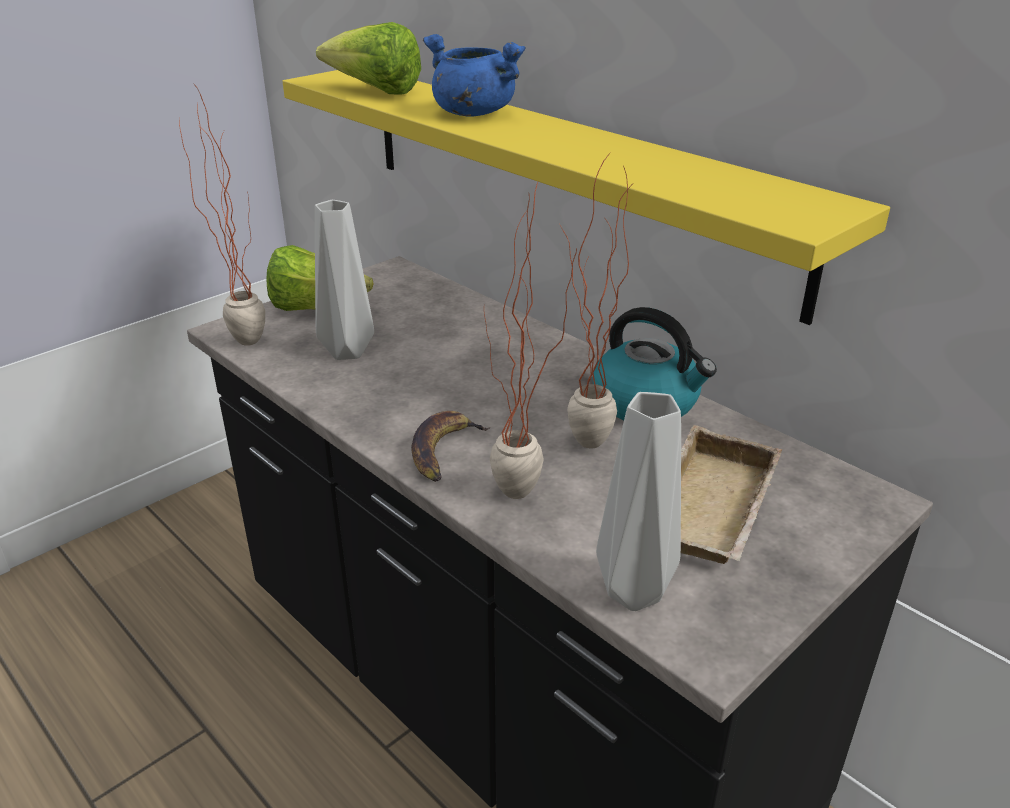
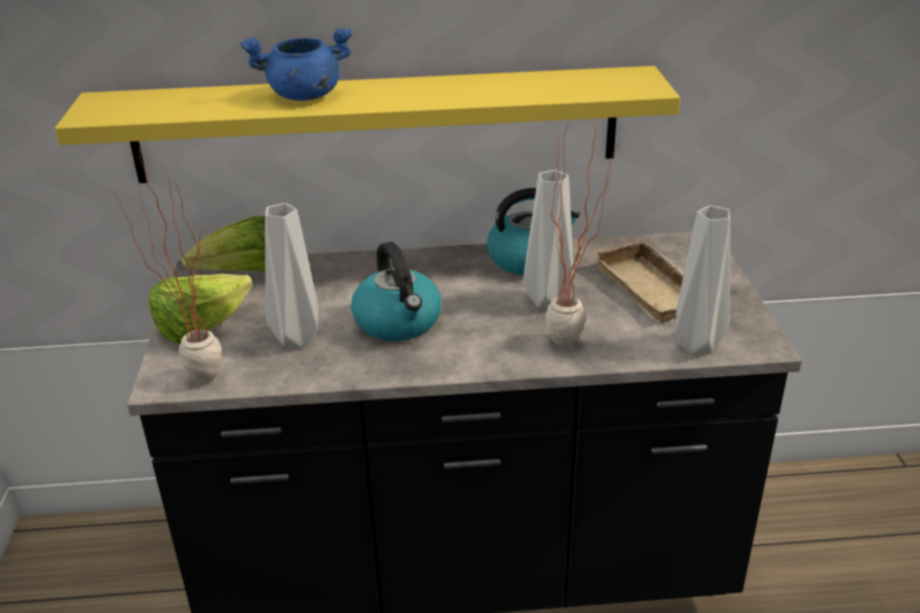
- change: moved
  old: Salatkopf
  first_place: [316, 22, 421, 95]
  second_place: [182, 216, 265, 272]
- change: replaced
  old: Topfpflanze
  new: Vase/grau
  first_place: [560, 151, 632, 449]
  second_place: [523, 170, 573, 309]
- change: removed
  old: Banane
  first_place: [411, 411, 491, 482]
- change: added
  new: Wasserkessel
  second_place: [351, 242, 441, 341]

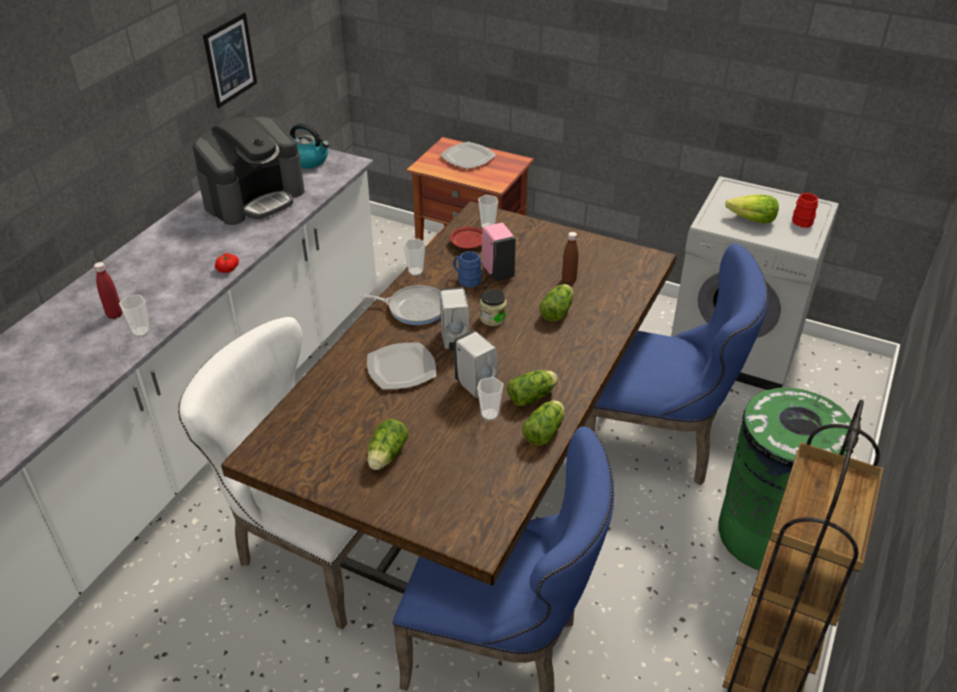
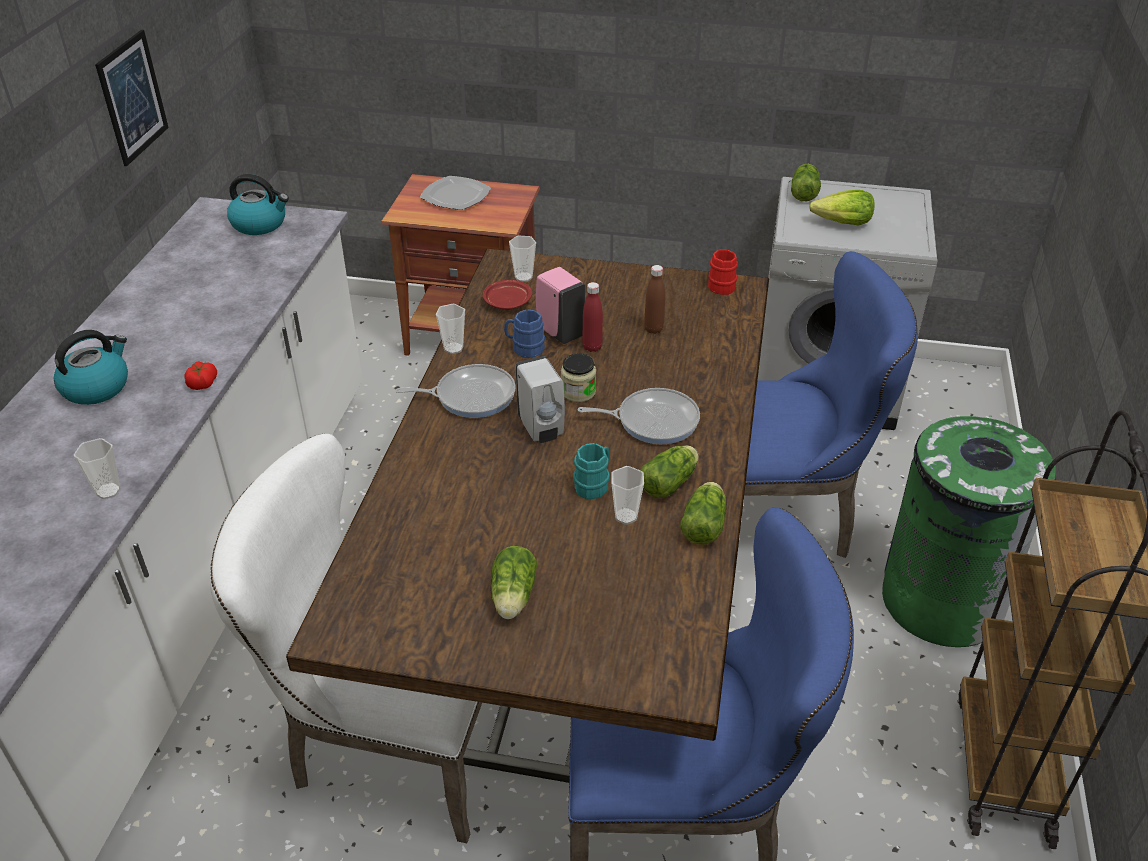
- change: removed
  old: Kaffeemaschine
  first_place: [193, 116, 305, 225]
- change: moved
  old: Henkelbecher/rot
  first_place: [792, 193, 818, 228]
  second_place: [708, 250, 738, 295]
- change: moved
  old: Flasche/rot
  first_place: [94, 262, 123, 319]
  second_place: [582, 282, 603, 352]
- change: moved
  old: Salatkopf
  first_place: [540, 284, 573, 322]
  second_place: [791, 164, 821, 201]
- change: replaced
  old: Seifenspender/weiß
  new: Henkelbecher/türkis
  first_place: [454, 330, 498, 398]
  second_place: [573, 443, 610, 499]
- change: removed
  old: Teller
  first_place: [367, 342, 436, 389]
- change: added
  new: Wasserkessel
  second_place: [54, 330, 128, 405]
- change: added
  new: Pfanne
  second_place: [577, 388, 700, 444]

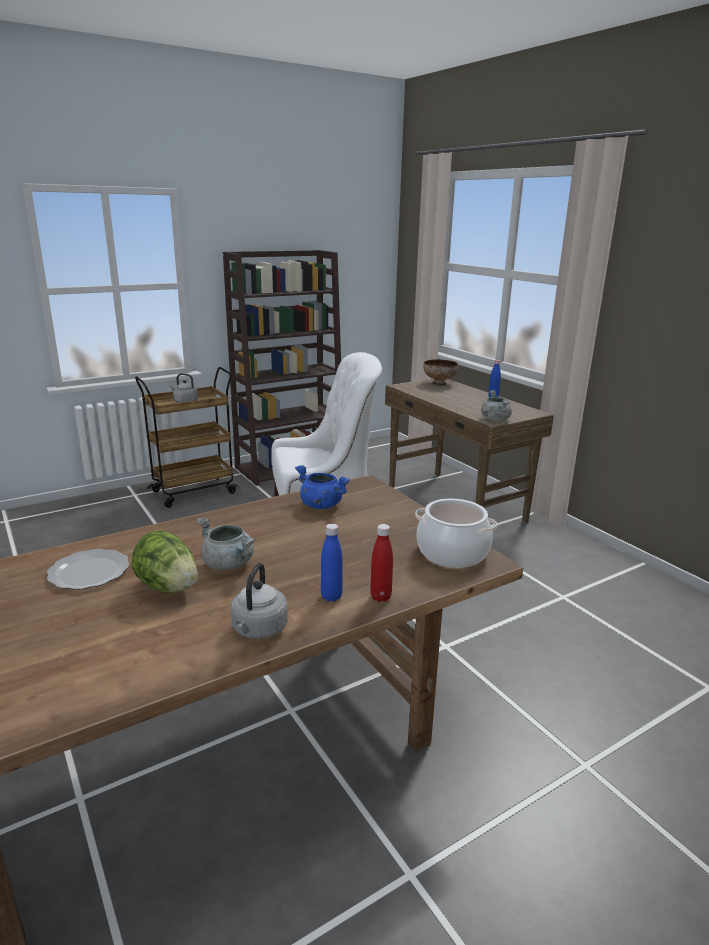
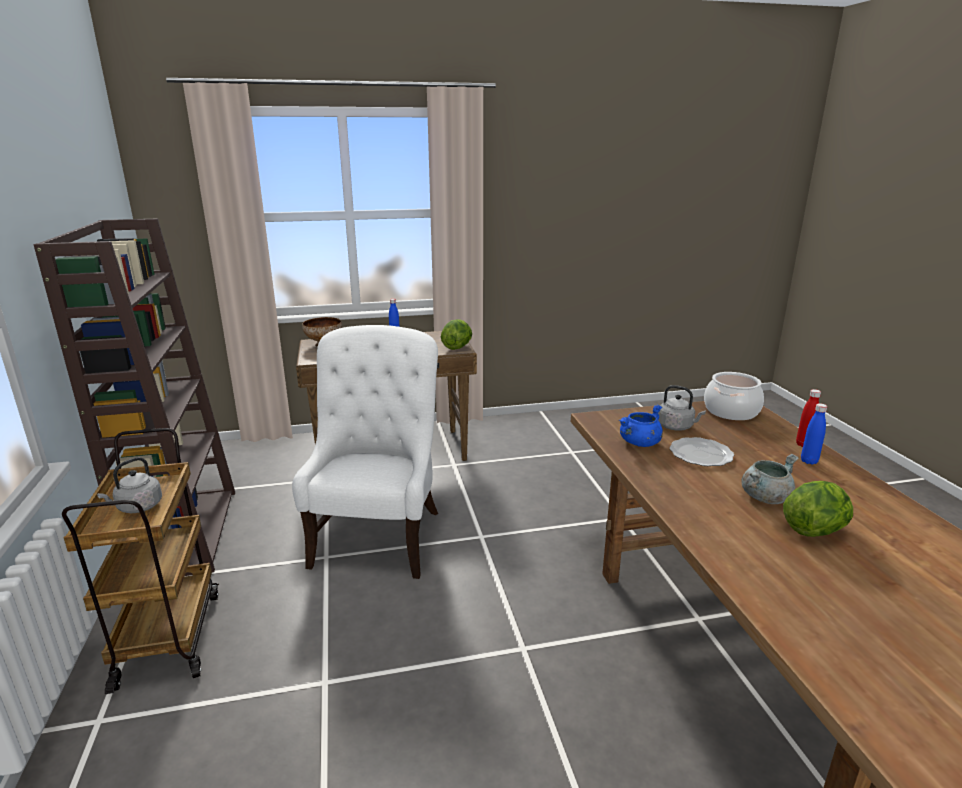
- change: replaced
  old: Kochtopf/grau
  new: Salatkopf
  first_place: [481, 390, 512, 421]
  second_place: [441, 319, 472, 350]
- change: moved
  old: Teller
  first_place: [47, 549, 129, 590]
  second_place: [670, 437, 734, 466]
- change: moved
  old: Wasserkessel/grau
  first_place: [231, 563, 288, 639]
  second_place: [658, 385, 706, 431]

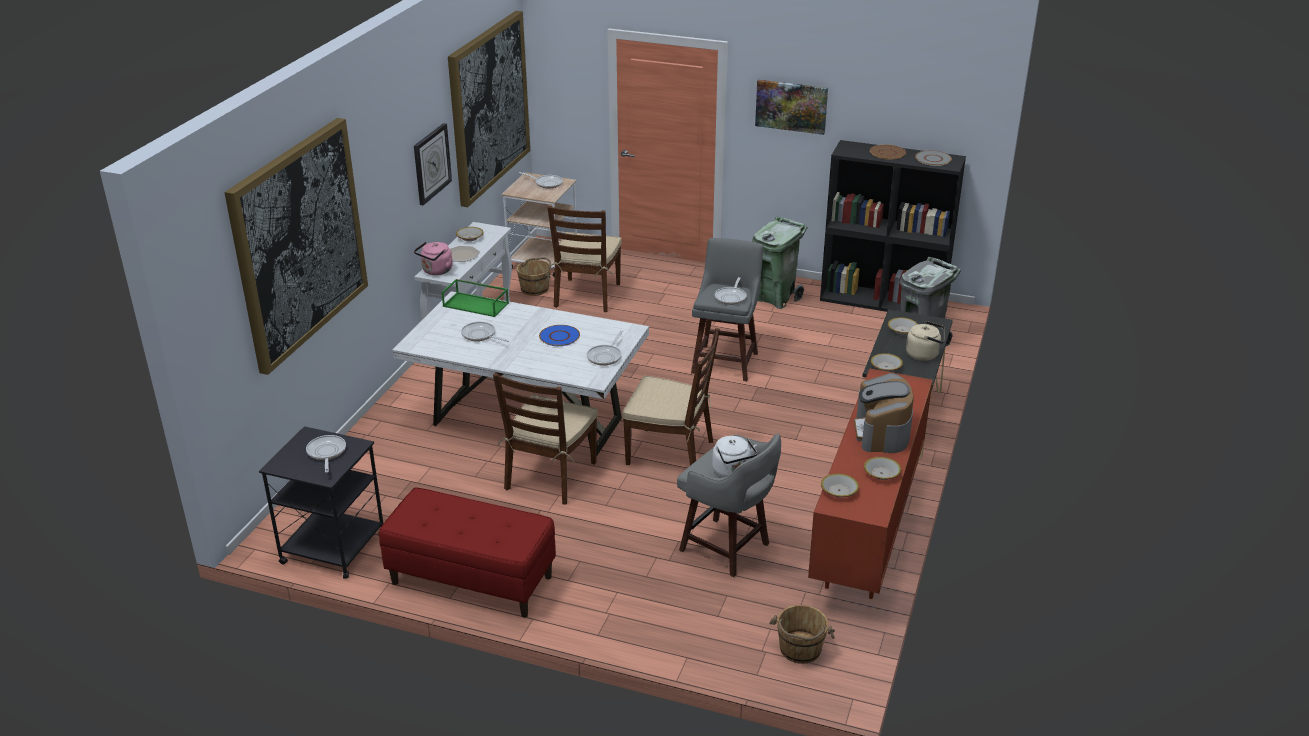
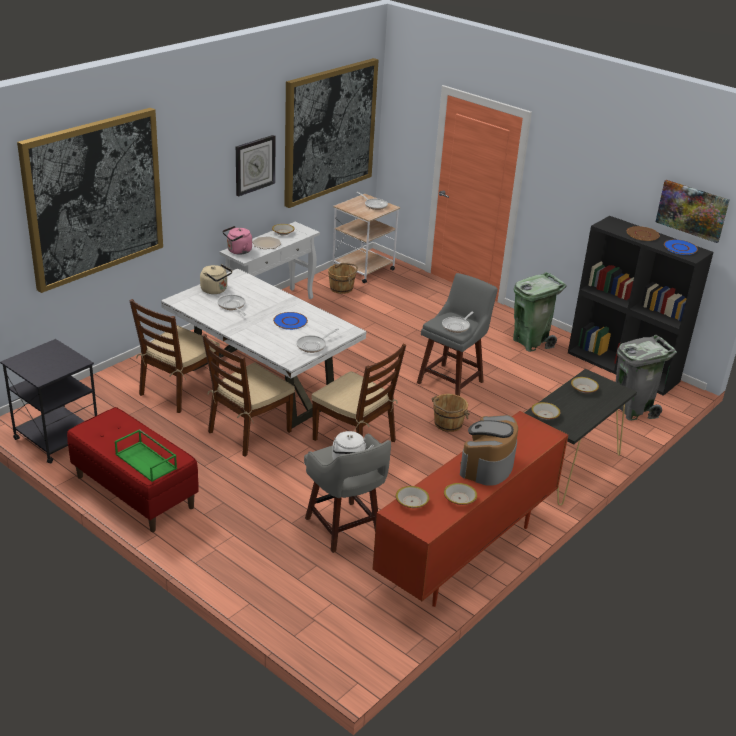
- change: moved
  old: Bild
  first_place: [755, 80, 828, 135]
  second_place: [656, 180, 729, 243]
- change: recoloured
  old: Teller/grau
  new: Teller/blau
  first_place: [915, 150, 952, 166]
  second_place: [664, 239, 698, 255]
- change: moved
  old: Stuhl/braun
  first_place: [547, 206, 622, 312]
  second_place: [129, 299, 220, 413]
- change: moved
  old: Tablett/grün
  first_place: [442, 279, 509, 317]
  second_place: [115, 429, 177, 482]
- change: moved
  old: Wasserkessel/beige
  first_place: [906, 321, 945, 361]
  second_place: [200, 264, 232, 294]
- change: removed
  old: Pfanne
  first_place: [306, 435, 346, 473]
- change: moved
  old: Eimer/braun
  first_place: [769, 605, 835, 664]
  second_place: [432, 394, 470, 432]

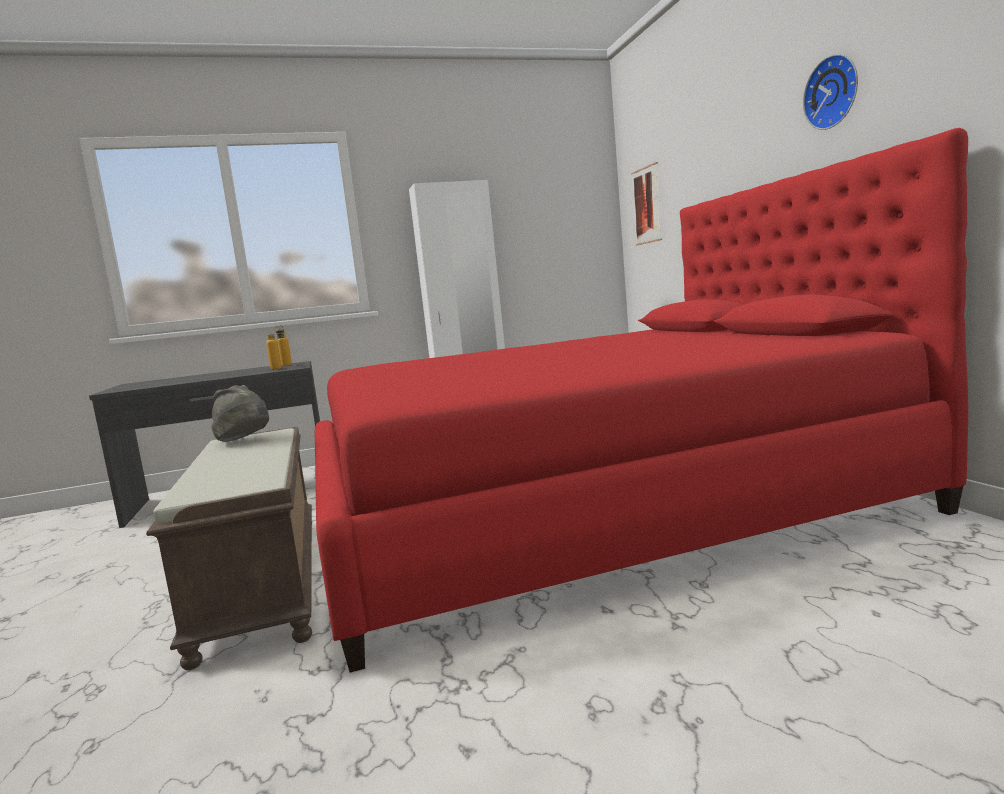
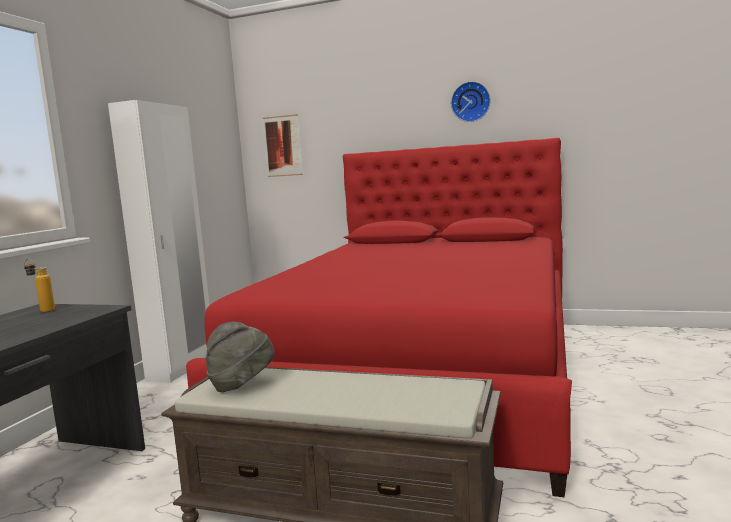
- change: removed
  old: Flasche
  first_place: [266, 325, 284, 370]

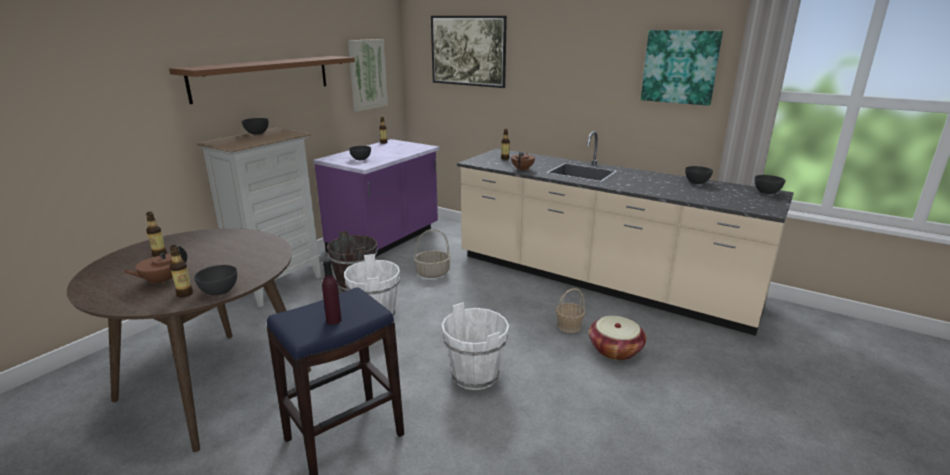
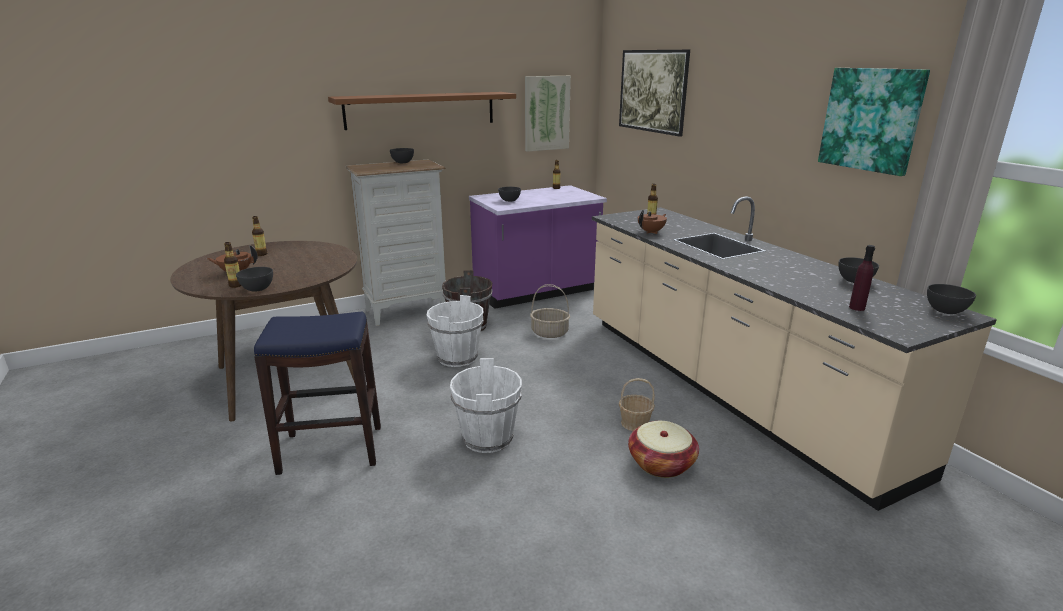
- change: moved
  old: Flasche/lila
  first_place: [322, 259, 342, 325]
  second_place: [849, 245, 875, 311]

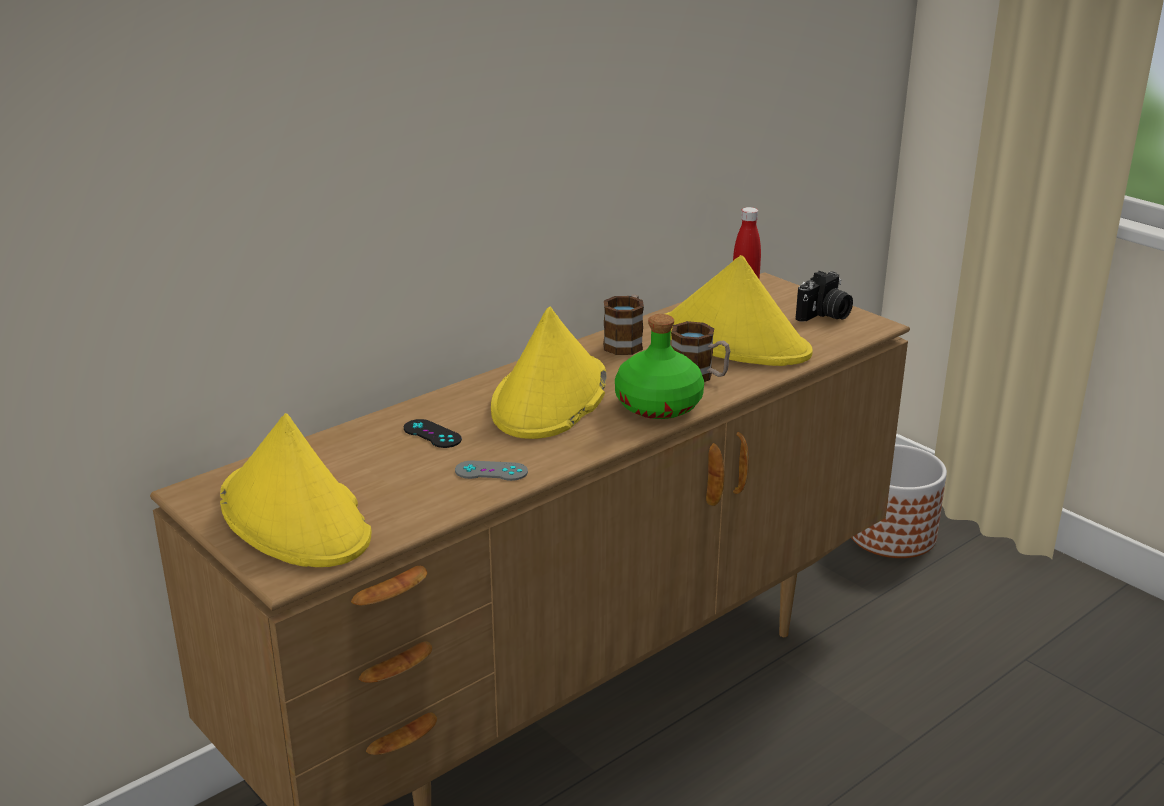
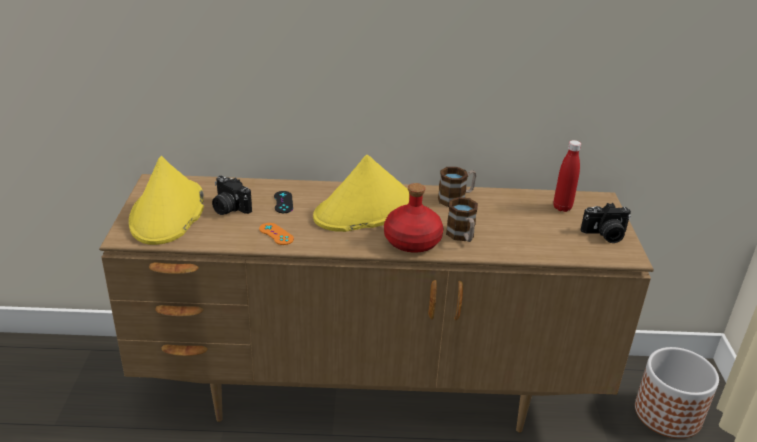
- change: removed
  old: Hut/gelb
  first_place: [666, 255, 813, 366]
- change: recoloured
  old: Flasche/grün
  new: Flasche/rot
  first_place: [615, 314, 704, 419]
  second_place: [384, 183, 444, 253]
- change: recoloured
  old: Gamepad/grau
  new: Gamepad/orange
  first_place: [455, 461, 528, 481]
  second_place: [259, 223, 294, 245]
- change: added
  new: Kamera
  second_place: [212, 176, 252, 215]

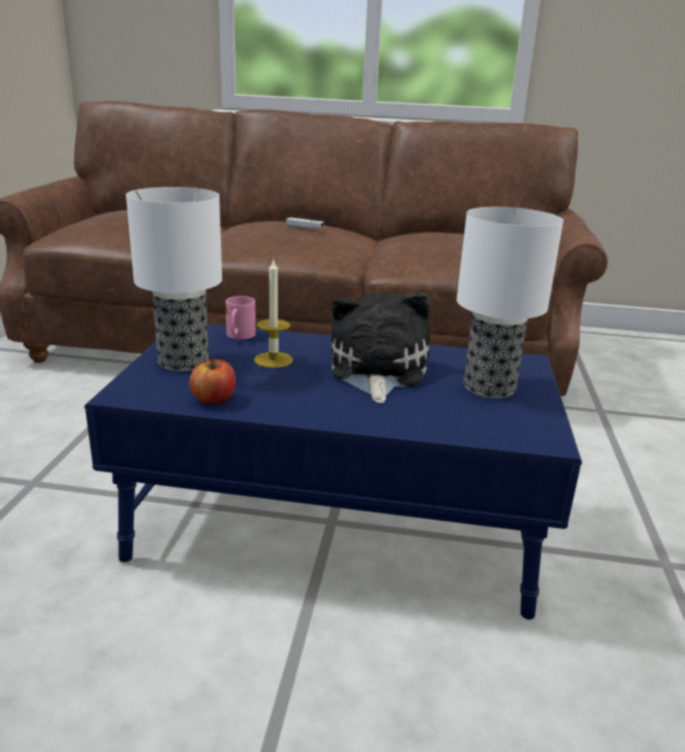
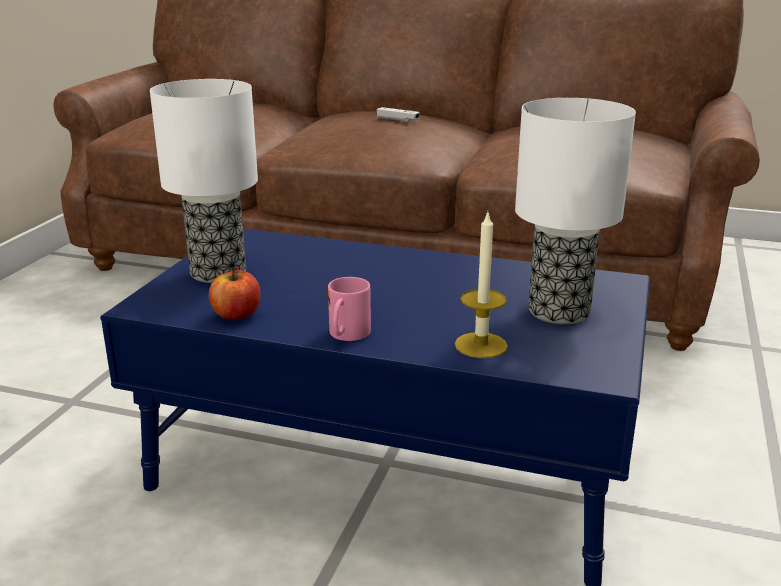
- change: moved
  old: Kerze
  first_place: [254, 258, 293, 368]
  second_place: [455, 213, 508, 358]
- change: removed
  old: Plüschtier
  first_place: [331, 292, 430, 403]
- change: moved
  old: Henkelbecher/rosa
  first_place: [226, 296, 256, 339]
  second_place: [328, 277, 371, 341]

